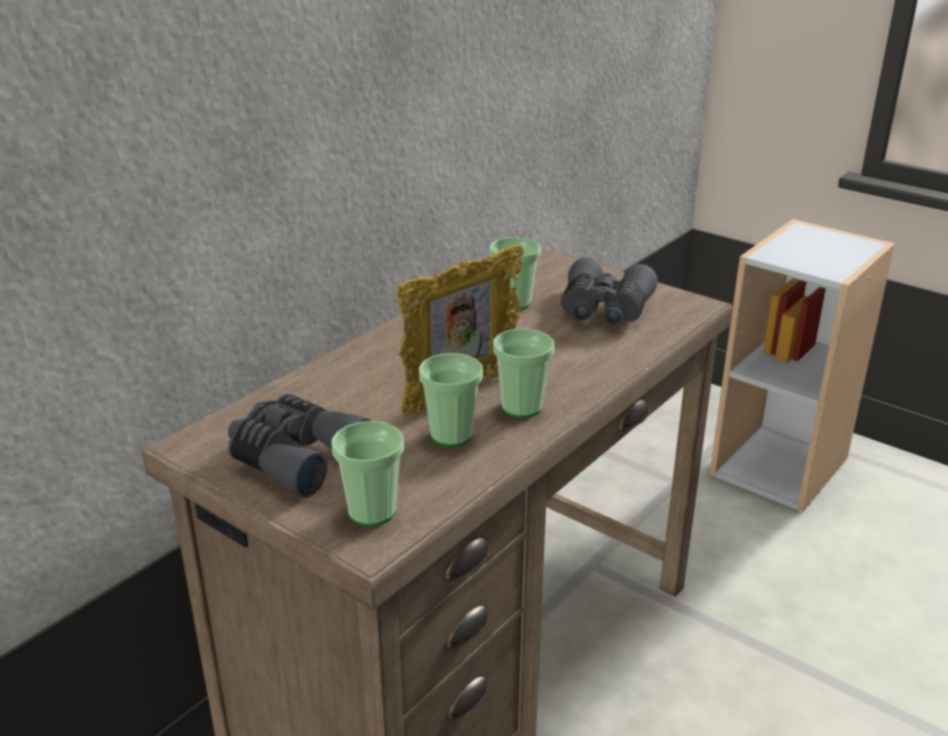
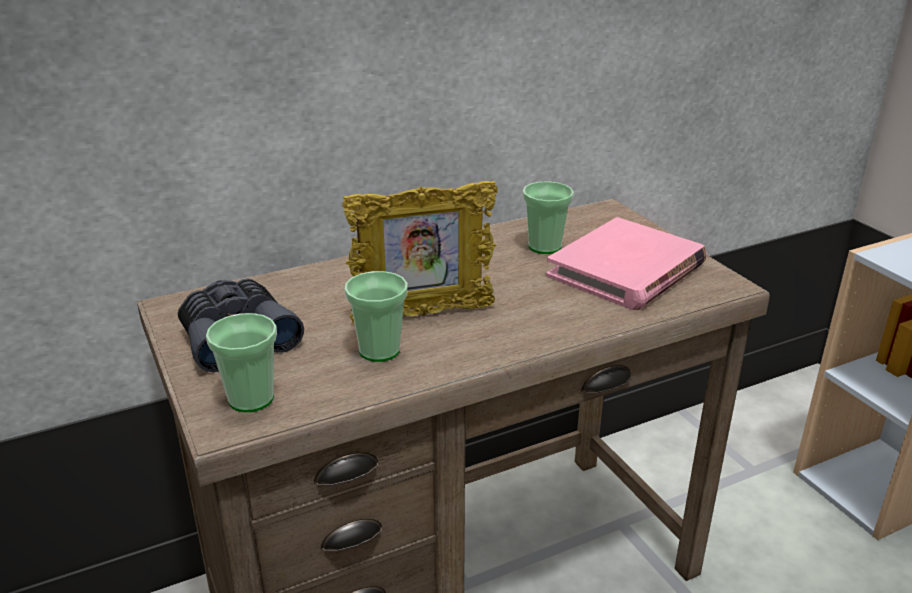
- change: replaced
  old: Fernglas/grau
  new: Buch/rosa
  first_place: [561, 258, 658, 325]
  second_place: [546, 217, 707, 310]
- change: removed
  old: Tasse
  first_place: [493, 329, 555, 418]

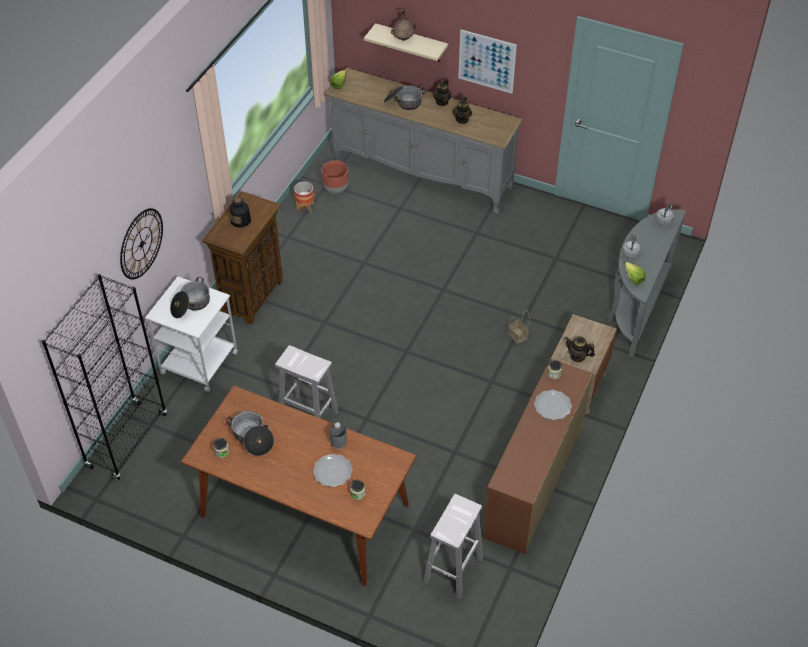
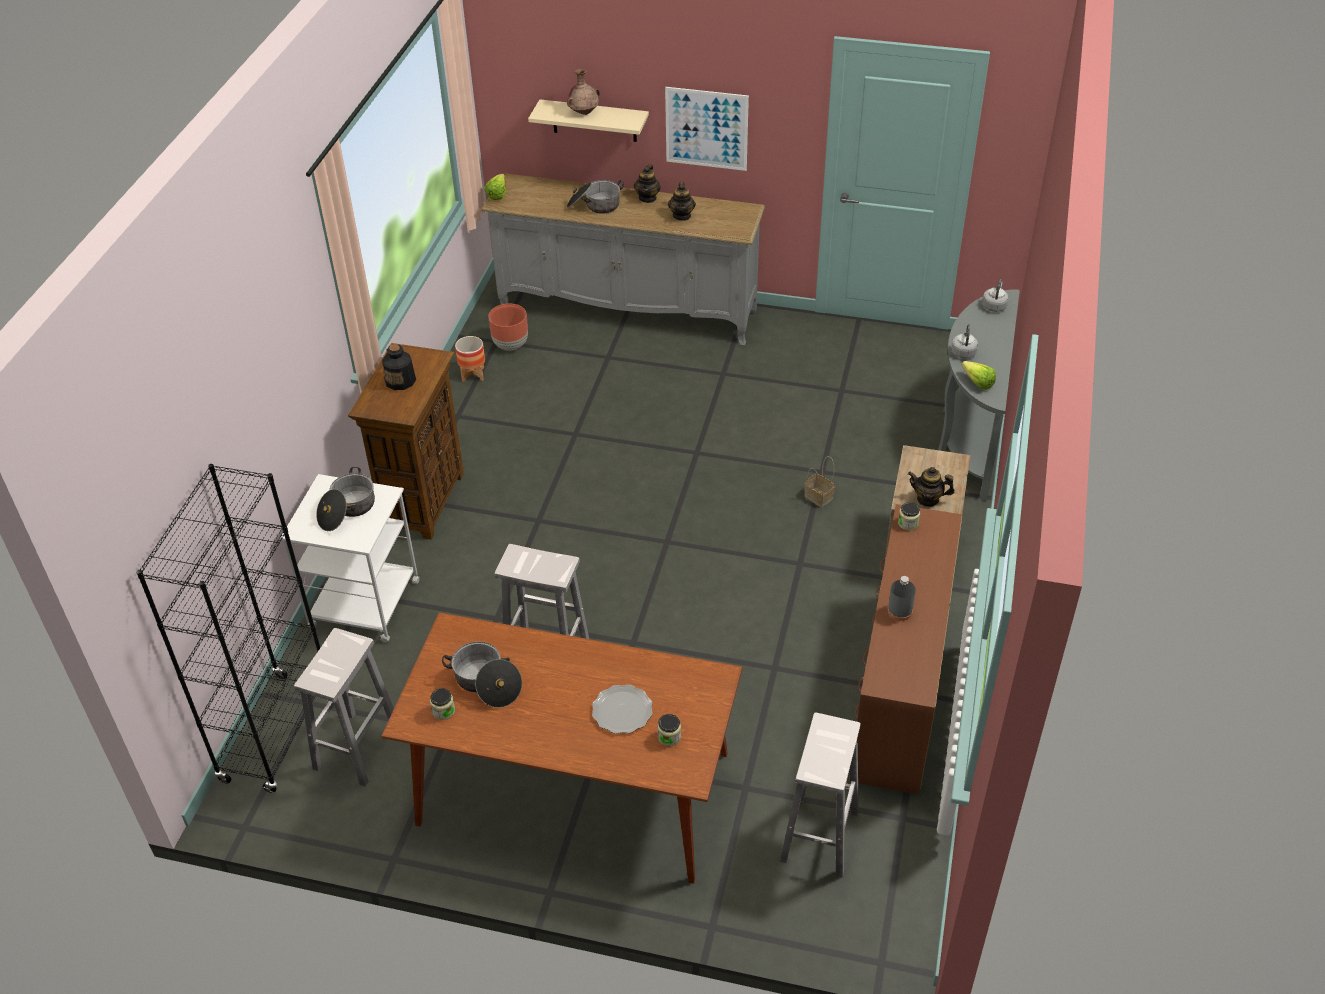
- change: removed
  old: Wanduhr
  first_place: [120, 208, 163, 279]
- change: removed
  old: Teller
  first_place: [534, 390, 572, 420]
- change: moved
  old: Flasche/grau
  first_place: [330, 422, 347, 451]
  second_place: [887, 576, 916, 621]
- change: added
  new: Hocker/weiß
  second_place: [294, 628, 394, 787]

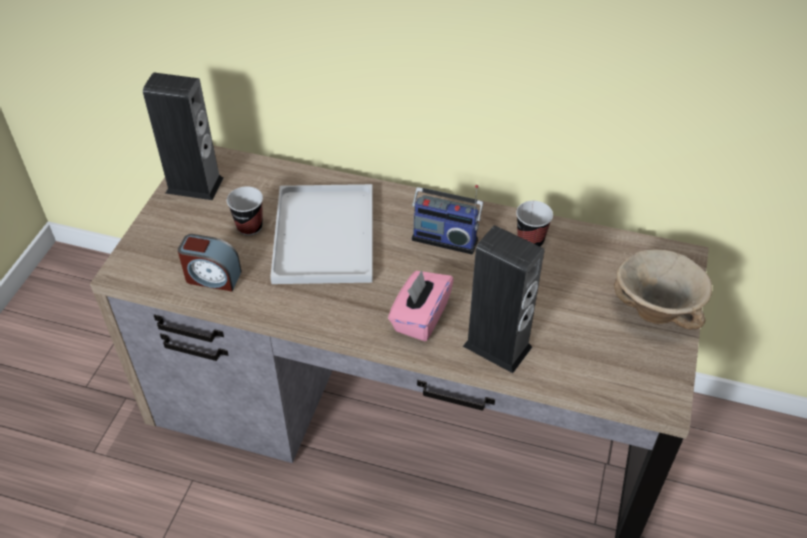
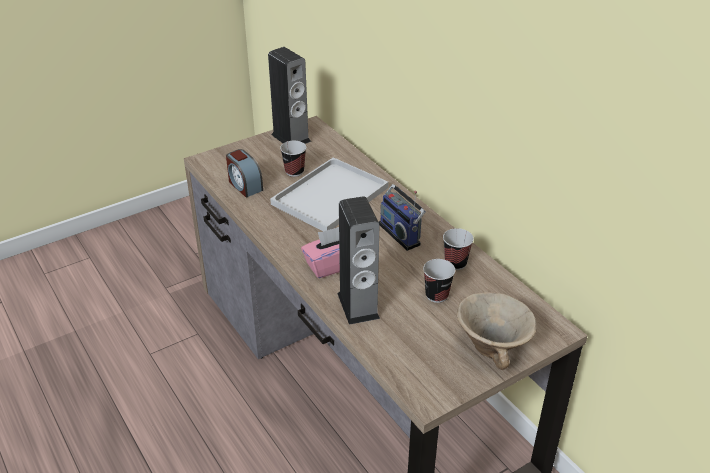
- change: added
  new: Tasse
  second_place: [423, 259, 455, 303]

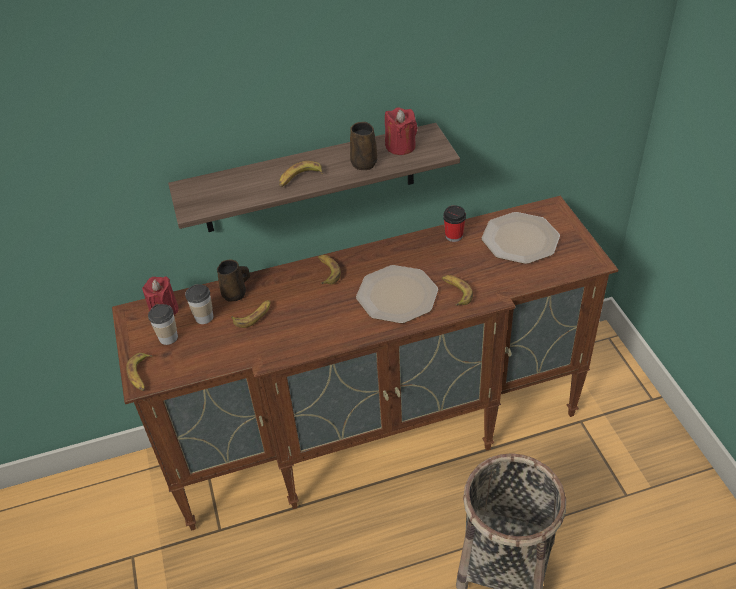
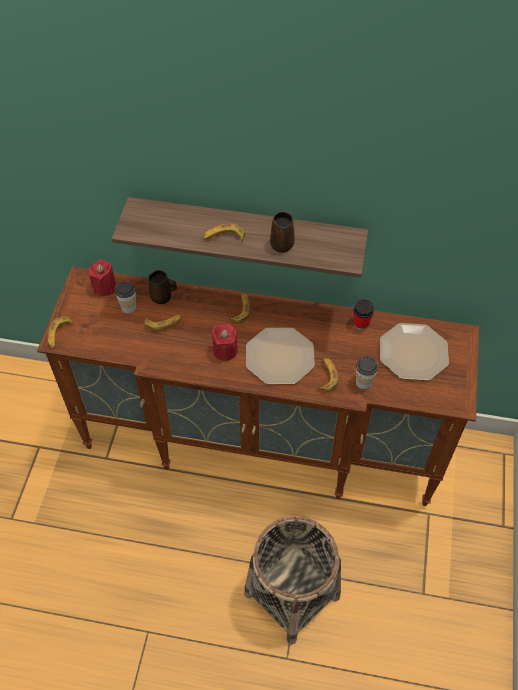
- change: moved
  old: Kerze/rot
  first_place: [385, 107, 418, 155]
  second_place: [212, 324, 238, 361]
- change: moved
  old: Tasse
  first_place: [148, 304, 178, 345]
  second_place: [356, 357, 378, 389]

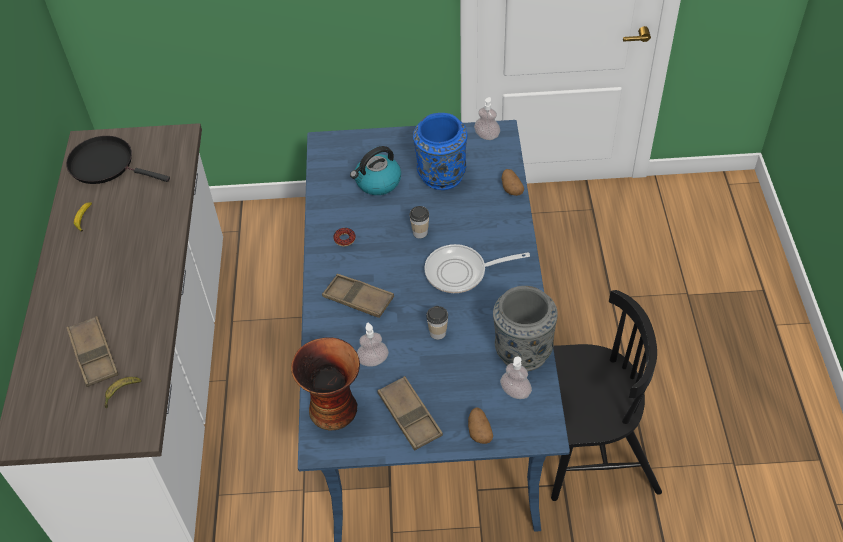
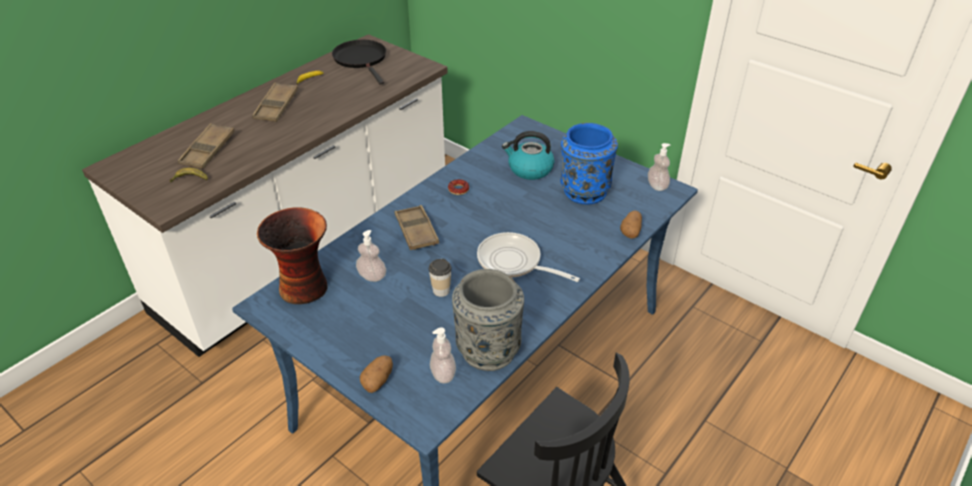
- change: removed
  old: Tasse
  first_place: [409, 206, 429, 239]
- change: moved
  old: Tablett/braun
  first_place: [377, 376, 443, 451]
  second_place: [252, 82, 298, 122]

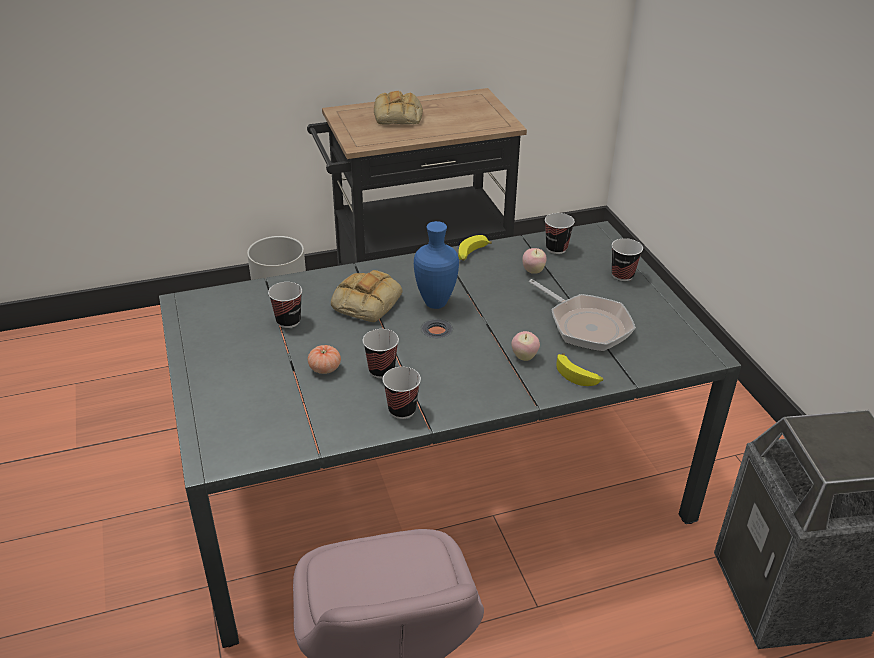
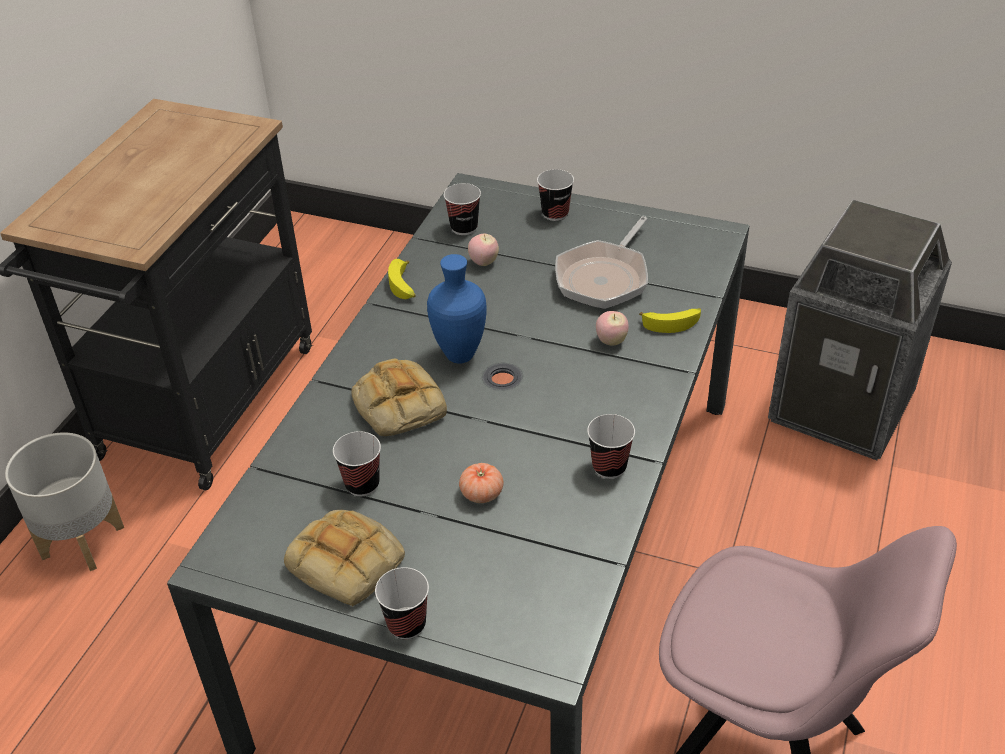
- change: moved
  old: Brot
  first_place: [374, 91, 423, 125]
  second_place: [284, 510, 405, 606]
- change: turned
  old: Pfanne
  first_place: [529, 279, 636, 351]
  second_place: [555, 216, 648, 309]
  degrees: 120
- change: moved
  old: Tasse
  first_place: [363, 329, 399, 378]
  second_place: [375, 567, 429, 639]

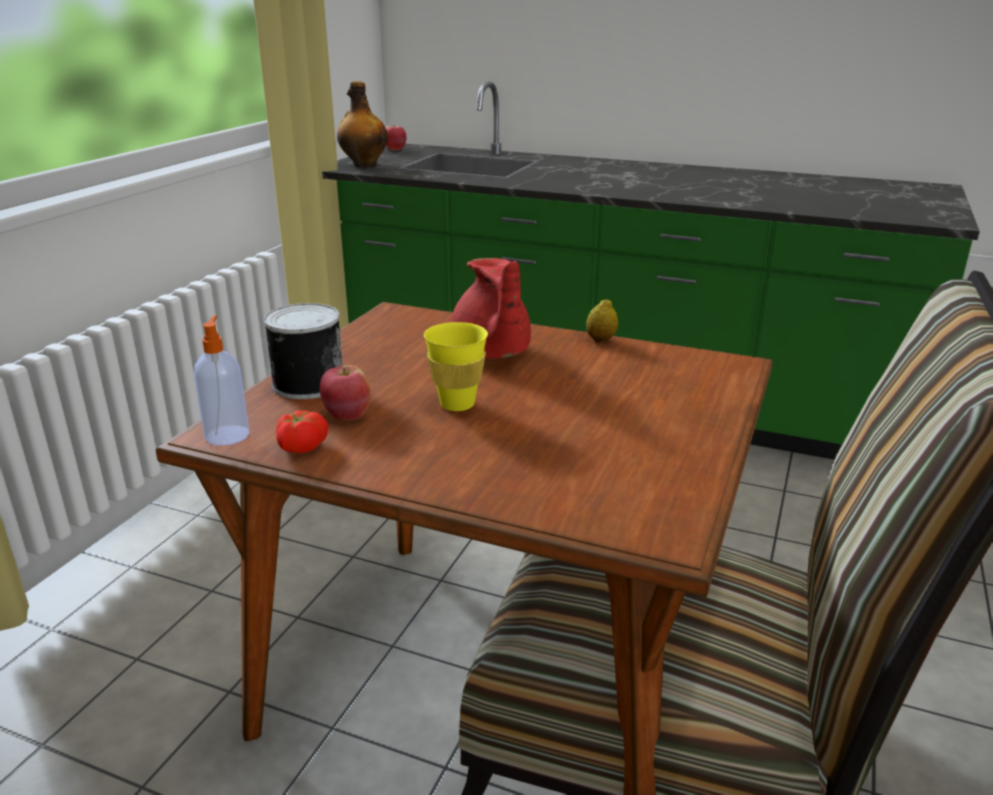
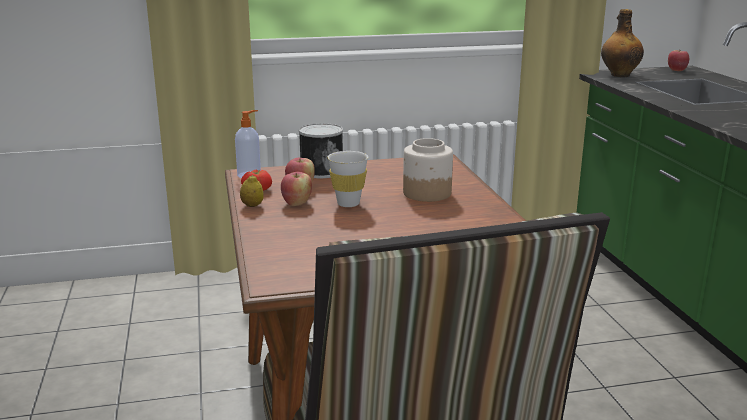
- change: replaced
  old: Teekanne/rot
  new: Vorratsglas
  first_place: [450, 258, 531, 359]
  second_place: [403, 138, 453, 202]
- change: moved
  old: Zitrone
  first_place: [586, 299, 618, 342]
  second_place: [240, 175, 264, 207]
- change: recoloured
  old: Tasse/gelb
  new: Tasse/weiß
  first_place: [424, 322, 488, 411]
  second_place: [328, 151, 368, 207]
- change: added
  new: Apfel
  second_place: [281, 172, 312, 206]

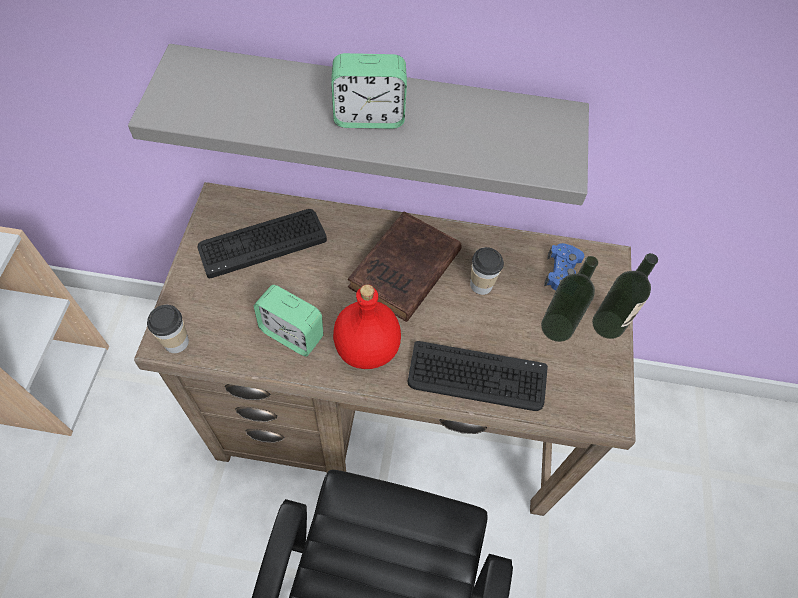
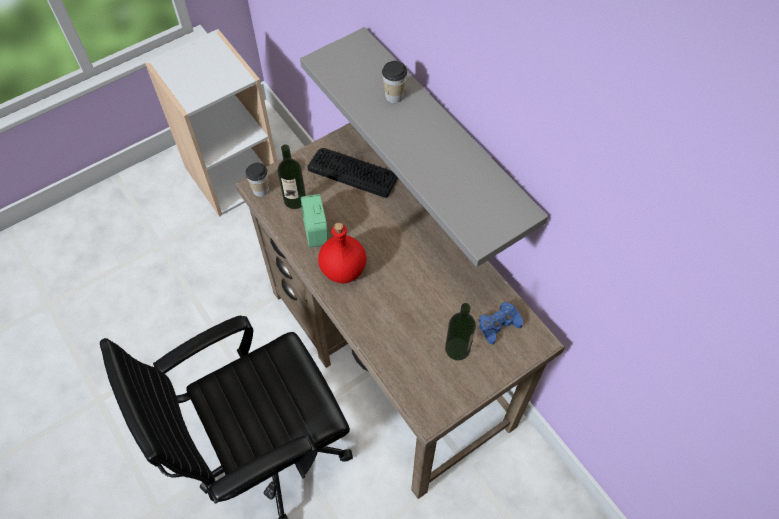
- change: removed
  old: Wecker
  first_place: [331, 53, 407, 129]
- change: removed
  old: Buch/braun
  first_place: [348, 211, 462, 322]
- change: moved
  old: Tasse
  first_place: [470, 247, 504, 295]
  second_place: [382, 61, 407, 103]
- change: moved
  old: Flasche
  first_place: [592, 253, 658, 339]
  second_place: [277, 144, 306, 209]
- change: removed
  old: Tastatur
  first_place: [408, 341, 548, 411]

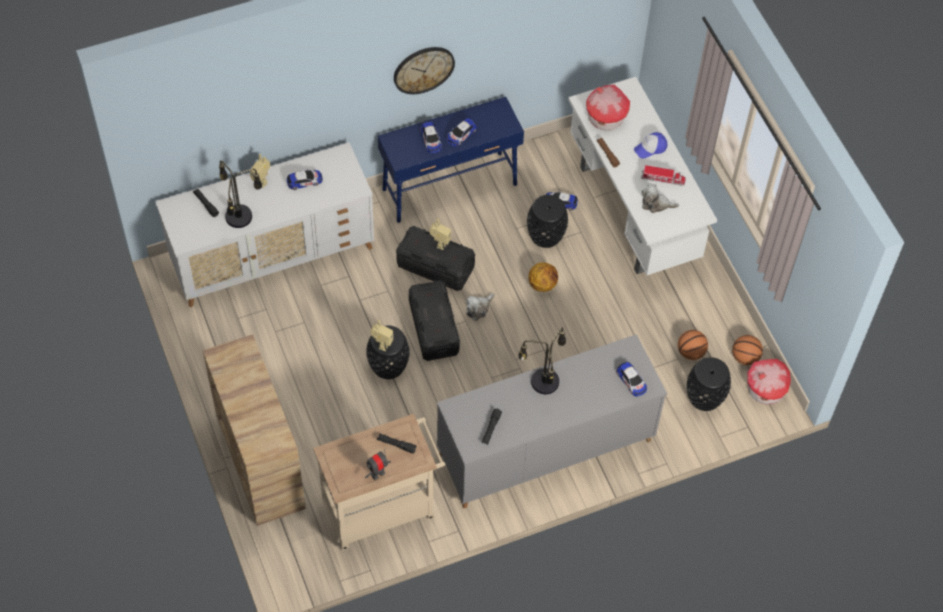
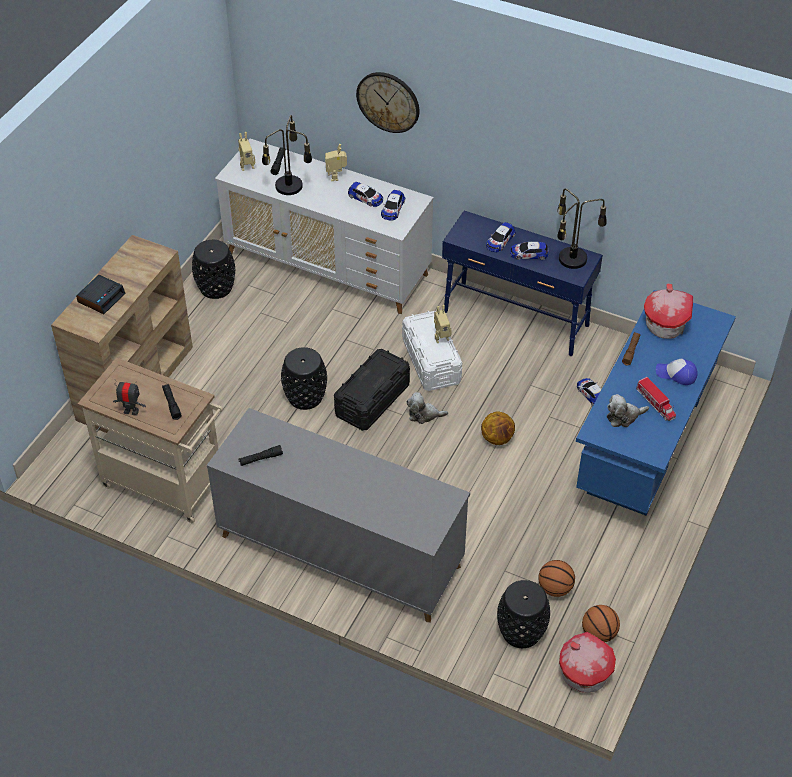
- change: moved
  old: Wanduhr
  first_place: [394, 47, 455, 94]
  second_place: [356, 72, 419, 133]
- change: recoloured
  old: Schreibtisch/weiß
  new: Schreibtisch/blau
  first_place: [568, 77, 717, 275]
  second_place: [576, 290, 736, 516]
- change: turned
  old: Plüschtier
  first_place: [642, 184, 679, 213]
  second_place: [607, 394, 649, 427]
  degrees: -75
- change: moved
  old: Hocker/schwarz
  first_place: [527, 195, 568, 248]
  second_place: [192, 240, 235, 299]
- change: recoloured
  old: Aufbewahrungsbox/schwarz
  new: Aufbewahrungsbox/weiß
  first_place: [396, 226, 475, 291]
  second_place: [402, 311, 462, 391]
- change: moved
  old: Spielzeugroboter
  first_place: [371, 320, 393, 351]
  second_place: [238, 132, 255, 171]
- change: moved
  old: Tischlampe
  first_place: [519, 328, 566, 394]
  second_place: [557, 188, 607, 269]
- change: moved
  old: Spielzeugauto
  first_place: [616, 362, 647, 396]
  second_place: [381, 190, 405, 221]
- change: added
  new: Wecker
  second_place: [76, 275, 125, 314]

